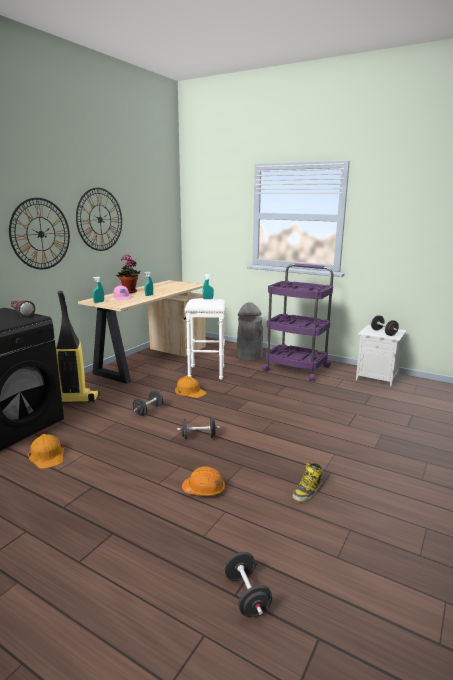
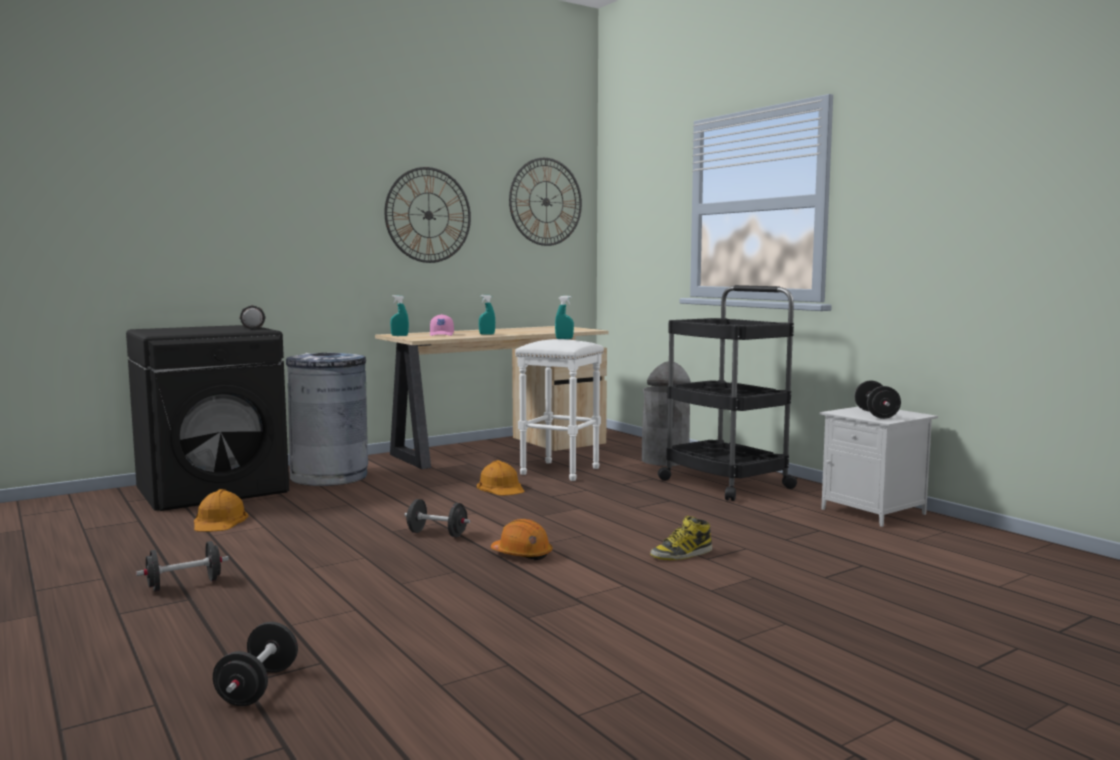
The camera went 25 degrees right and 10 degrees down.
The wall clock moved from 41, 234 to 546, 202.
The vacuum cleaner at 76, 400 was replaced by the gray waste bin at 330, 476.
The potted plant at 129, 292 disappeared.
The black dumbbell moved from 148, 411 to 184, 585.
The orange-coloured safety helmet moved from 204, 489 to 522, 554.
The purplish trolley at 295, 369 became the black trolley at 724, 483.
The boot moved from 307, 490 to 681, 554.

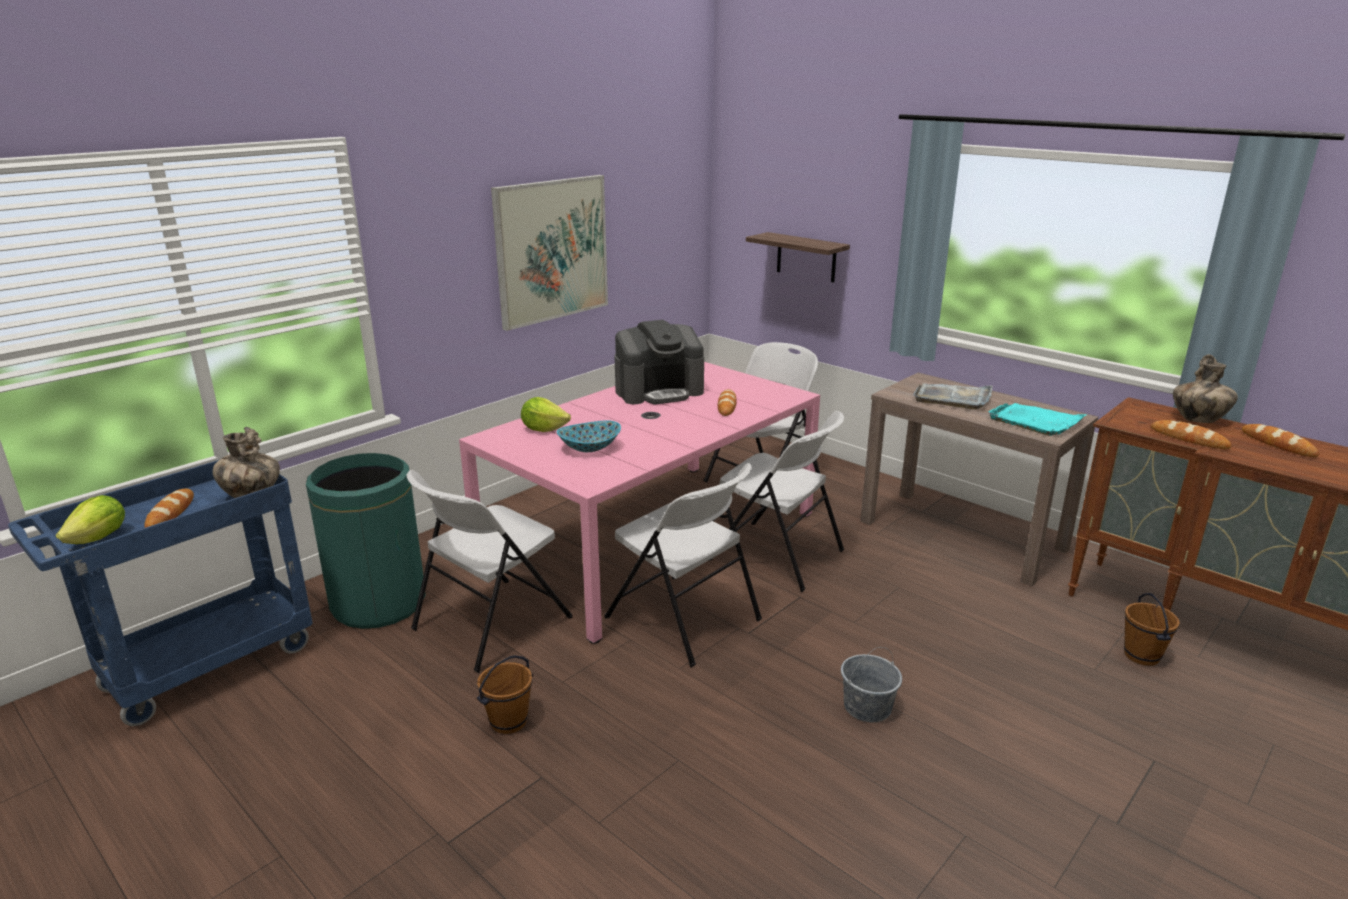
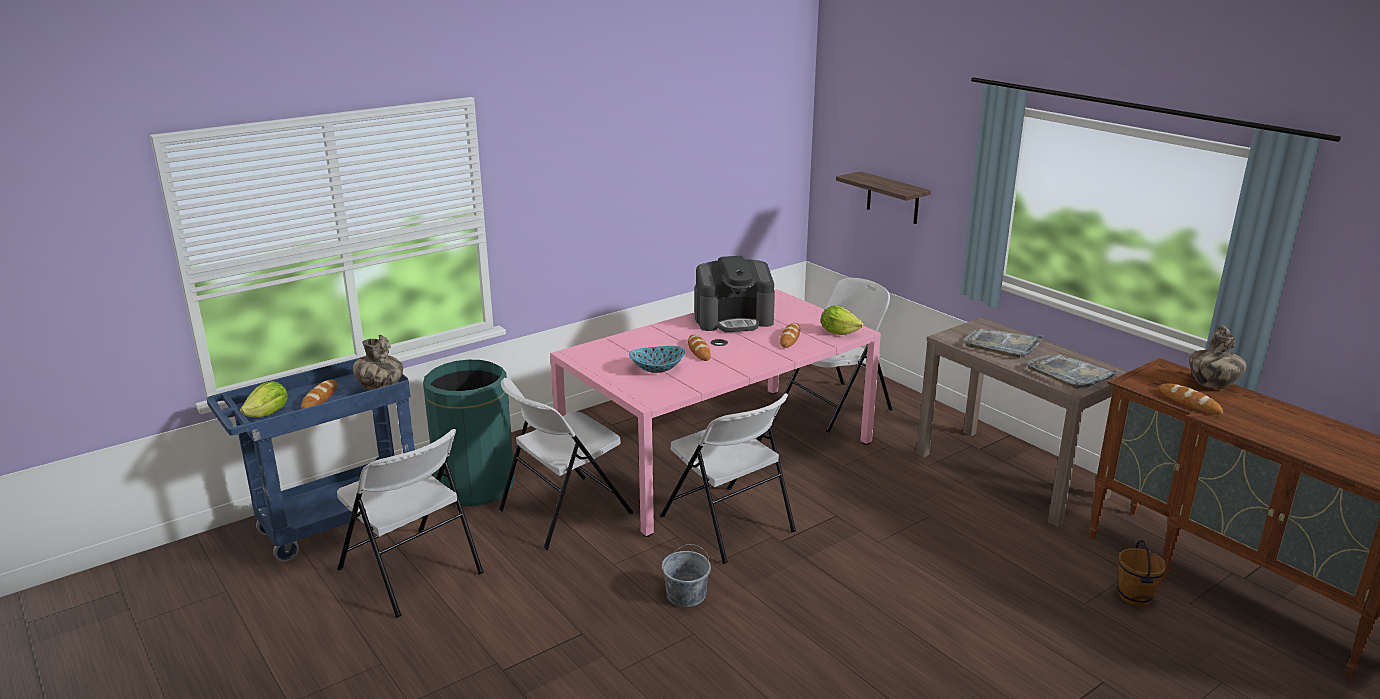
The camera went 10 degrees right and 0 degrees up.
The brownish pail at 508, 721 disappeared.
The picture at 551, 250 disappeared.
The lettuce moved from 544, 429 to 838, 332.
The white plain chair moved from 776, 555 to 410, 571.
The gray pail moved from 867, 707 to 686, 595.
The blue-green carrying tray at 1035, 421 became the gray carrying tray at 1070, 373.
The bread moved from 1278, 444 to 699, 350.

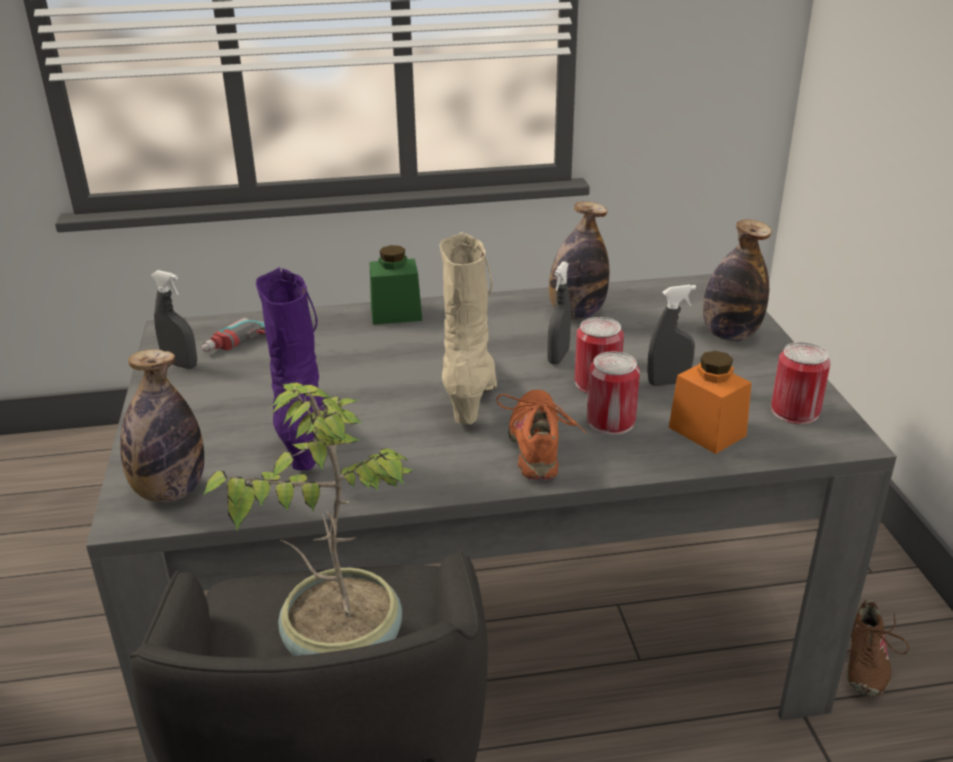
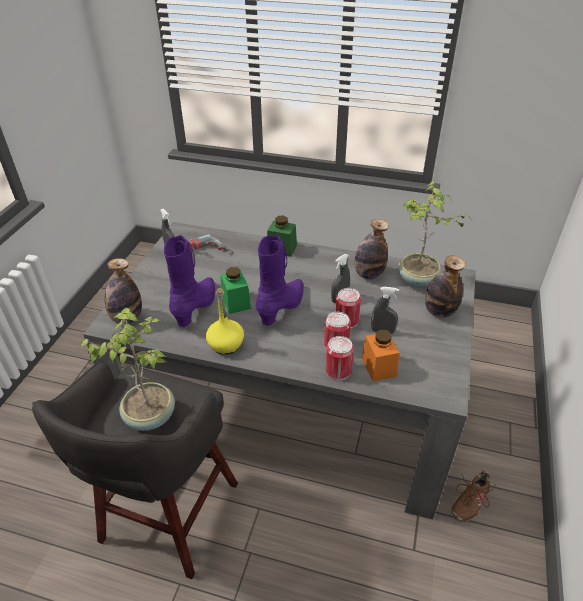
The camera went 25 degrees right and 10 degrees up.
The sand-coloured boot at 471, 394 became the purplish boot at 283, 307.
The orange-coloured shoe at 538, 445 disappeared.
The metal can moved from 795, 411 to 338, 370.
The yellow drink bottle at 226, 344 appeared.
The green-coloured storage jar at 236, 302 appeared.
The potted plant at 418, 281 appeared.

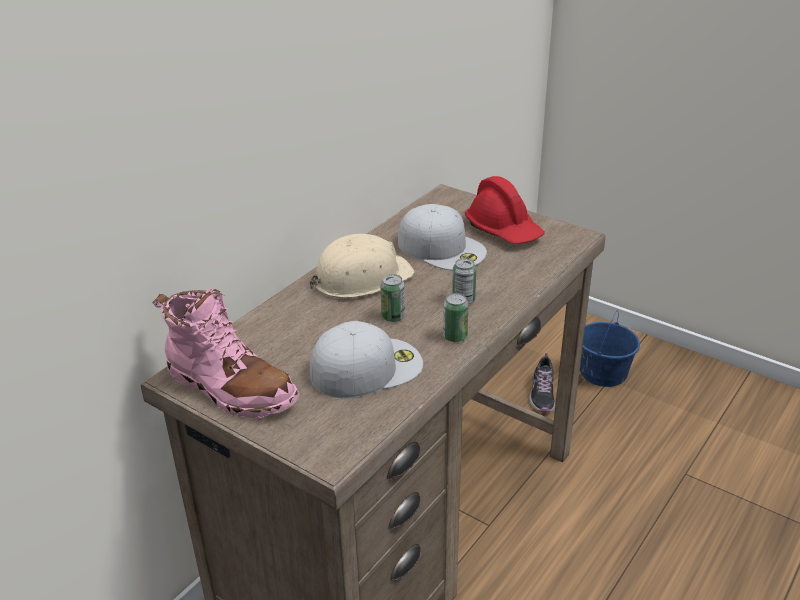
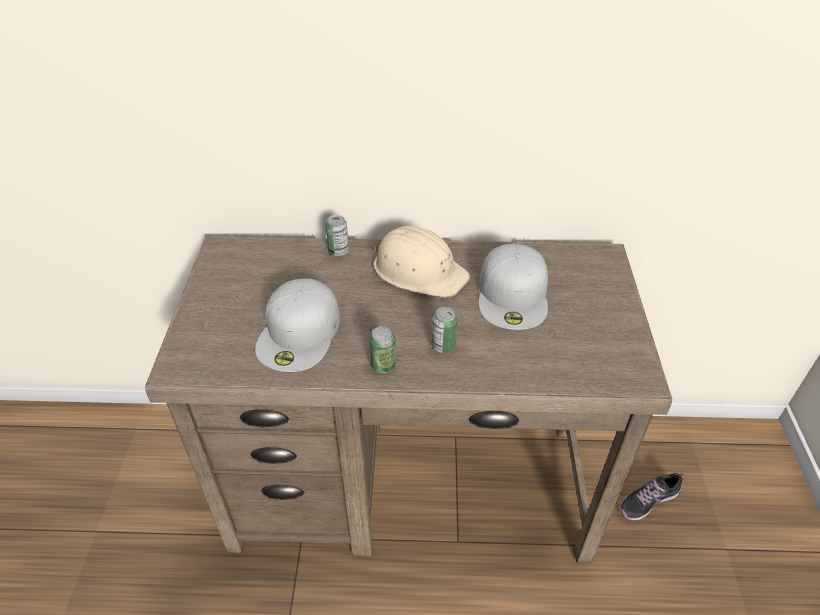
The camera went 55 degrees right and 10 degrees up.
The pink-coloured boot at 230, 388 disappeared.
The white cap at 367, 367 turned 75 degrees clockwise.
The metal can moved from 393, 317 to 338, 251.
The red-coloured safety helmet at 504, 230 disappeared.
The bluish pail at 603, 372 disappeared.

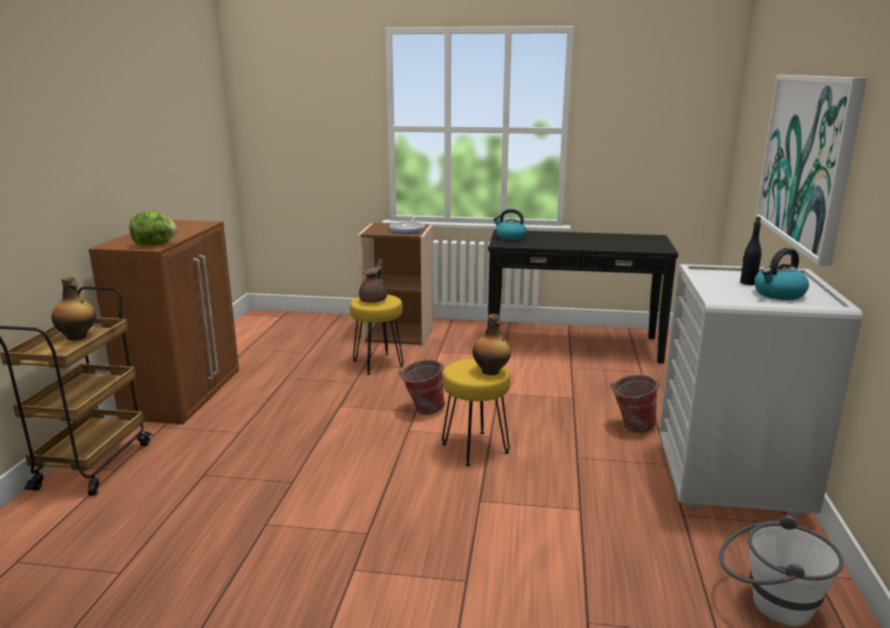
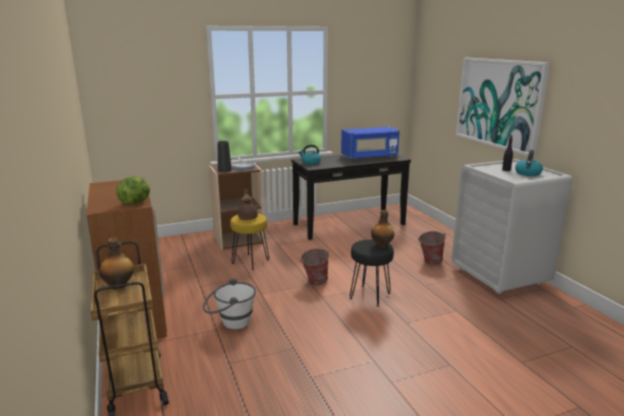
The camera went 30 degrees left and 0 degrees up.
The yellow stool at 475, 448 became the black stool at 370, 295.
The white pail moved from 769, 603 to 230, 322.
The black vase at 224, 170 appeared.
The bluish microwave at 370, 156 appeared.

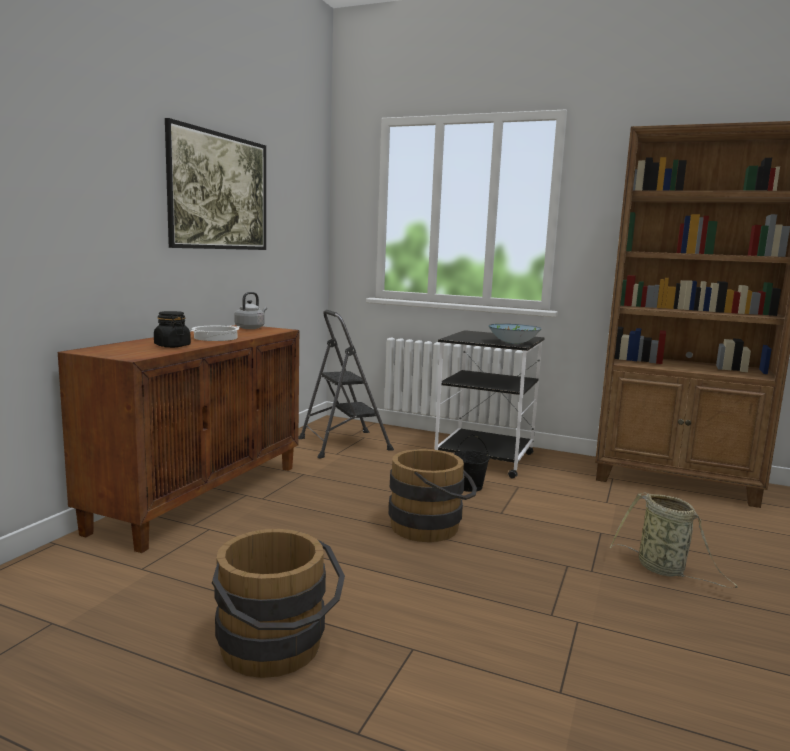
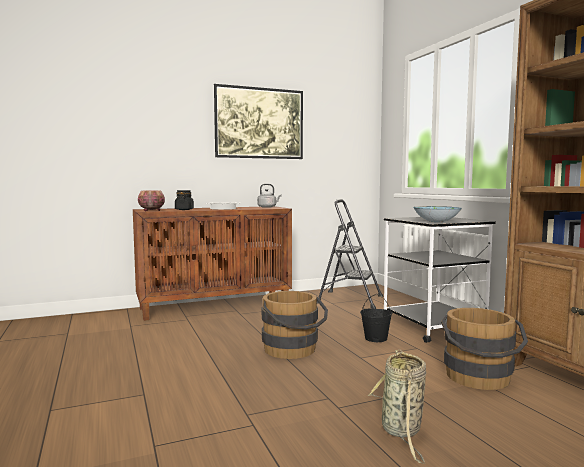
The camera went 45 degrees right and 5 degrees down.
The brownish pail moved from 276, 651 to 479, 379.
The serving bowl at 151, 210 appeared.

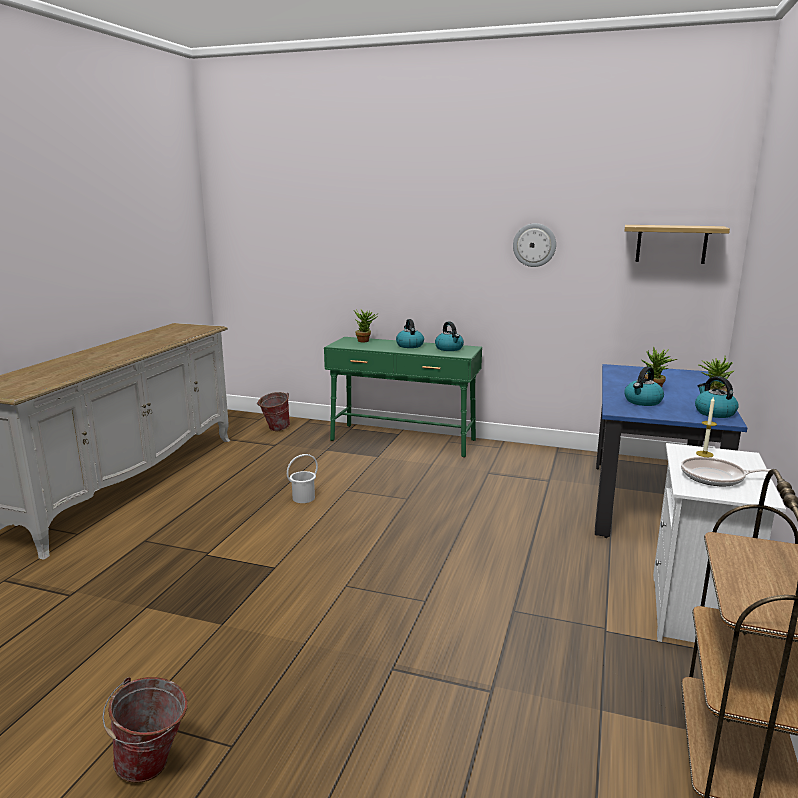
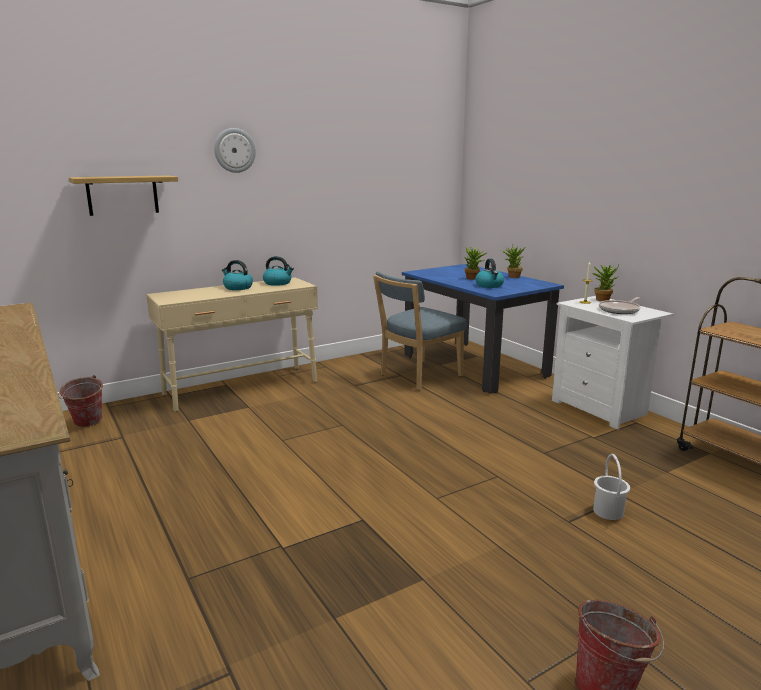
The camera went 50 degrees left and 0 degrees up.
The white pail moved from 304, 498 to 608, 511.
The green-coloured narrow table at 402, 441 became the sand-coloured narrow table at 242, 388.
The potted plant moved from 365, 341 to 602, 299.
The wall clock moved from 534, 245 to 234, 150.
The bracket shelf moved from 671, 244 to 122, 195.
The tea kettle at 714, 412 disappeared.
The bluish plain chair at 417, 376 appeared.

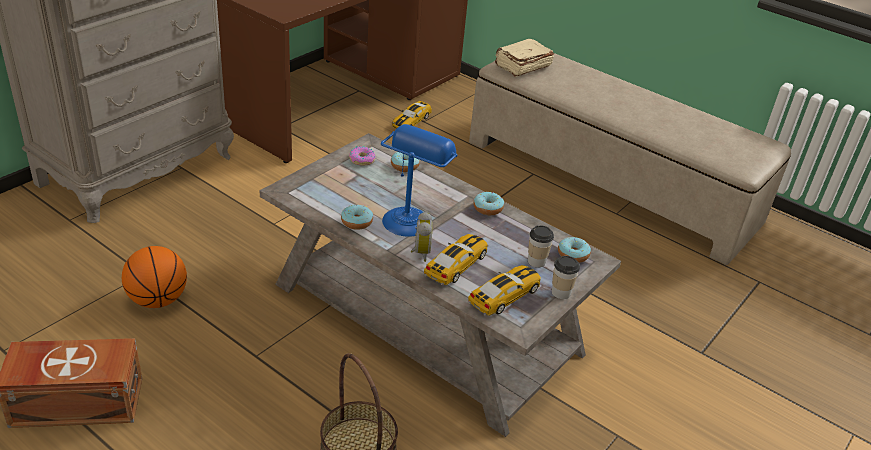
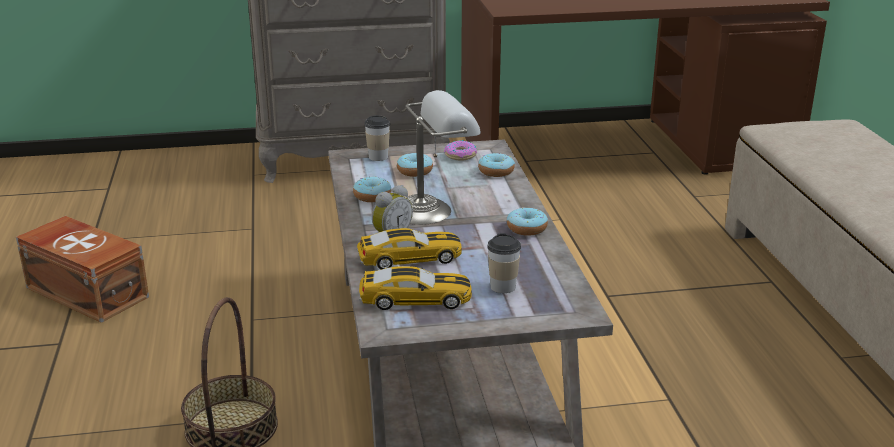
The camera went 45 degrees right and 10 degrees down.
The basketball at 158, 300 disappeared.
The bluish tabletop lamp at 410, 216 became the white tabletop lamp at 433, 208.
The miniature car at 411, 121 disappeared.
The sand-coloured bound book at 522, 66 disappeared.
The drinking cup moved from 561, 292 to 378, 157.
The doughnut moved from 573, 255 to 415, 171.

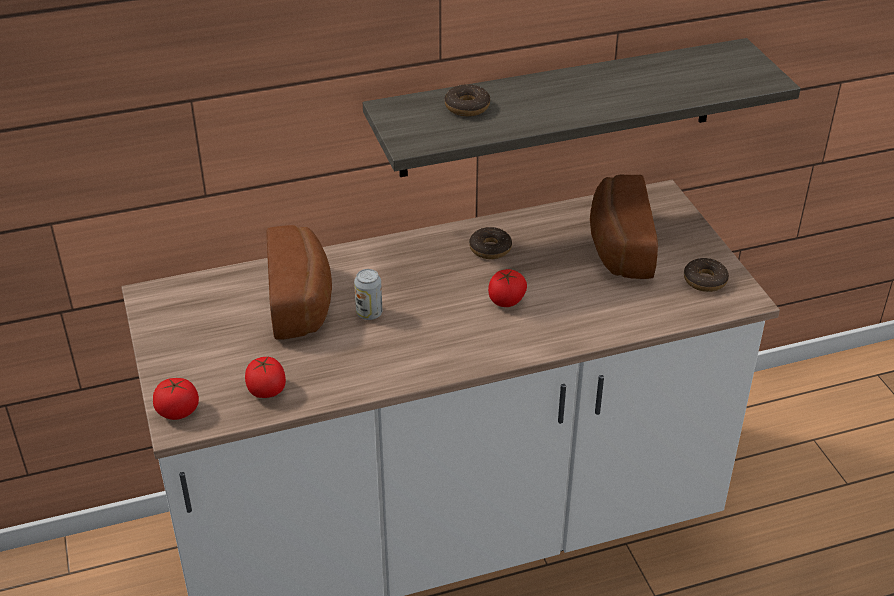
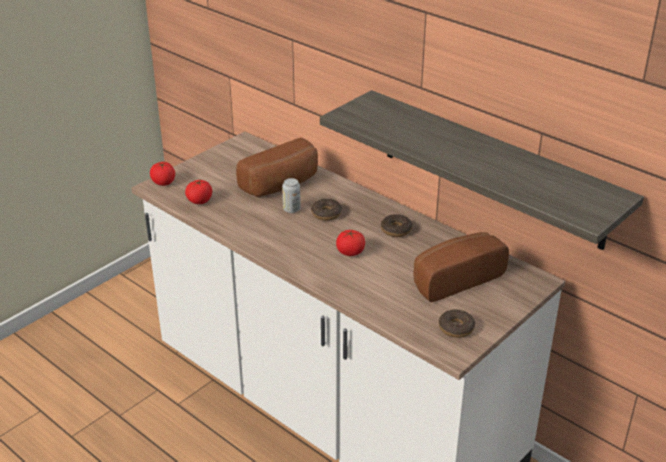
The camera went 60 degrees right and 5 degrees down.
The doughnut moved from 467, 107 to 326, 214.

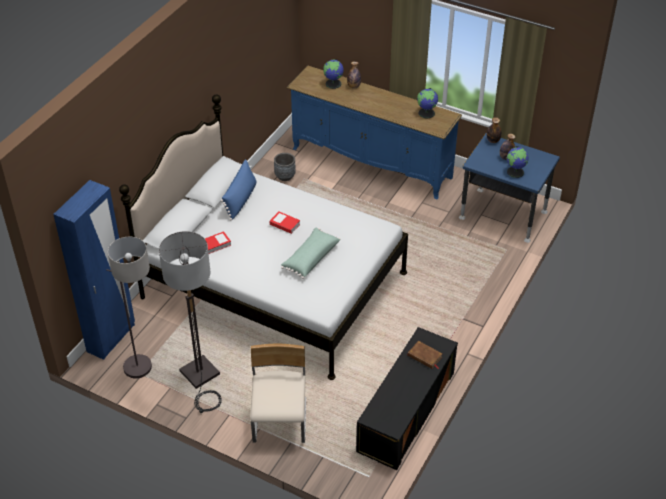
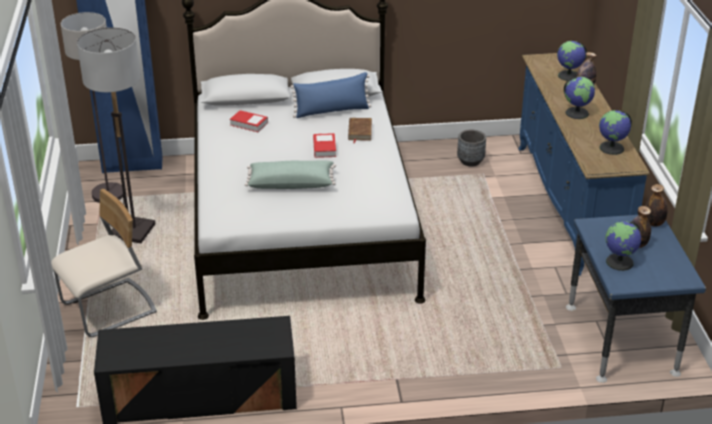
The camera went 55 degrees right and 10 degrees down.
The brownish bound book moved from 424, 356 to 359, 131.
The desk globe at 577, 113 appeared.

